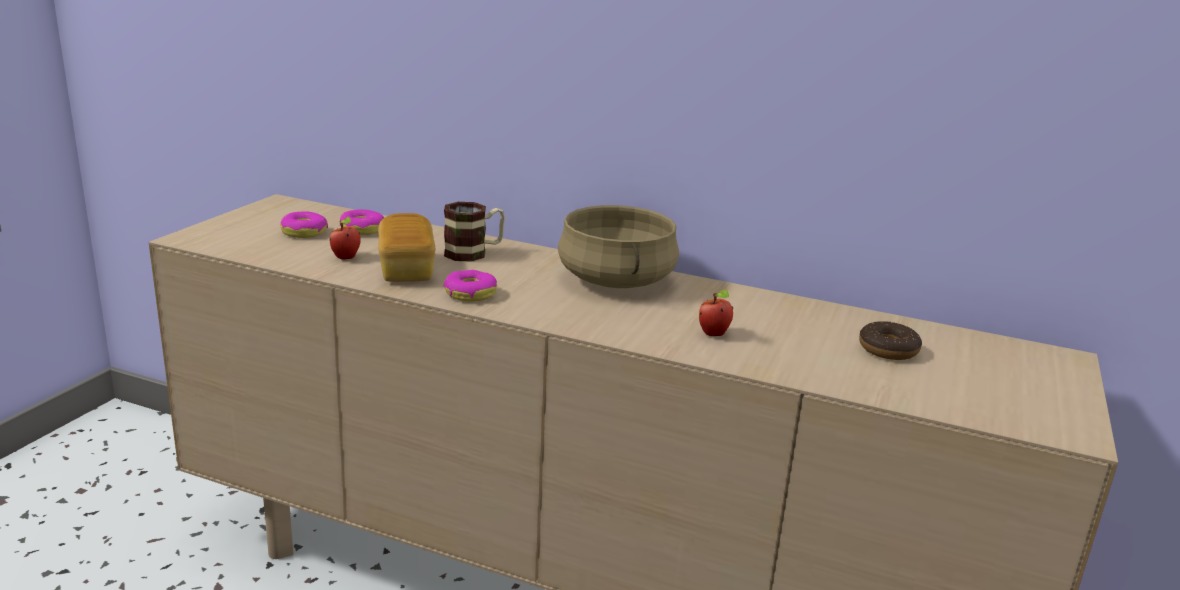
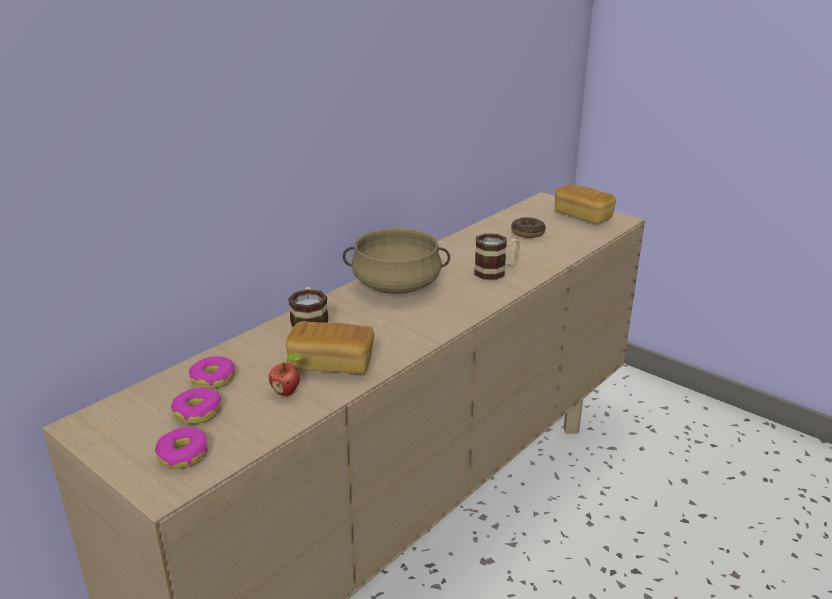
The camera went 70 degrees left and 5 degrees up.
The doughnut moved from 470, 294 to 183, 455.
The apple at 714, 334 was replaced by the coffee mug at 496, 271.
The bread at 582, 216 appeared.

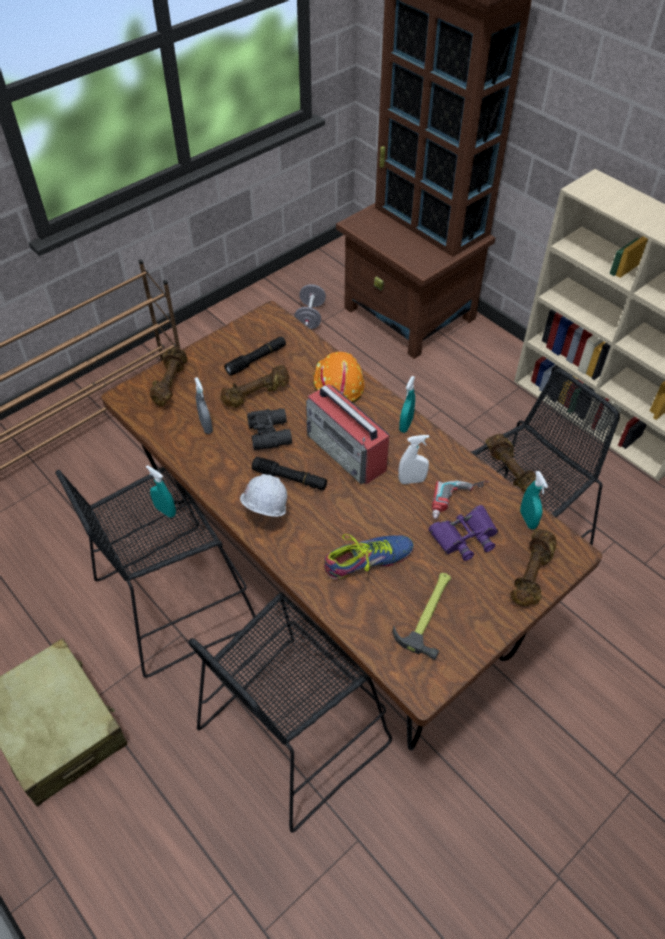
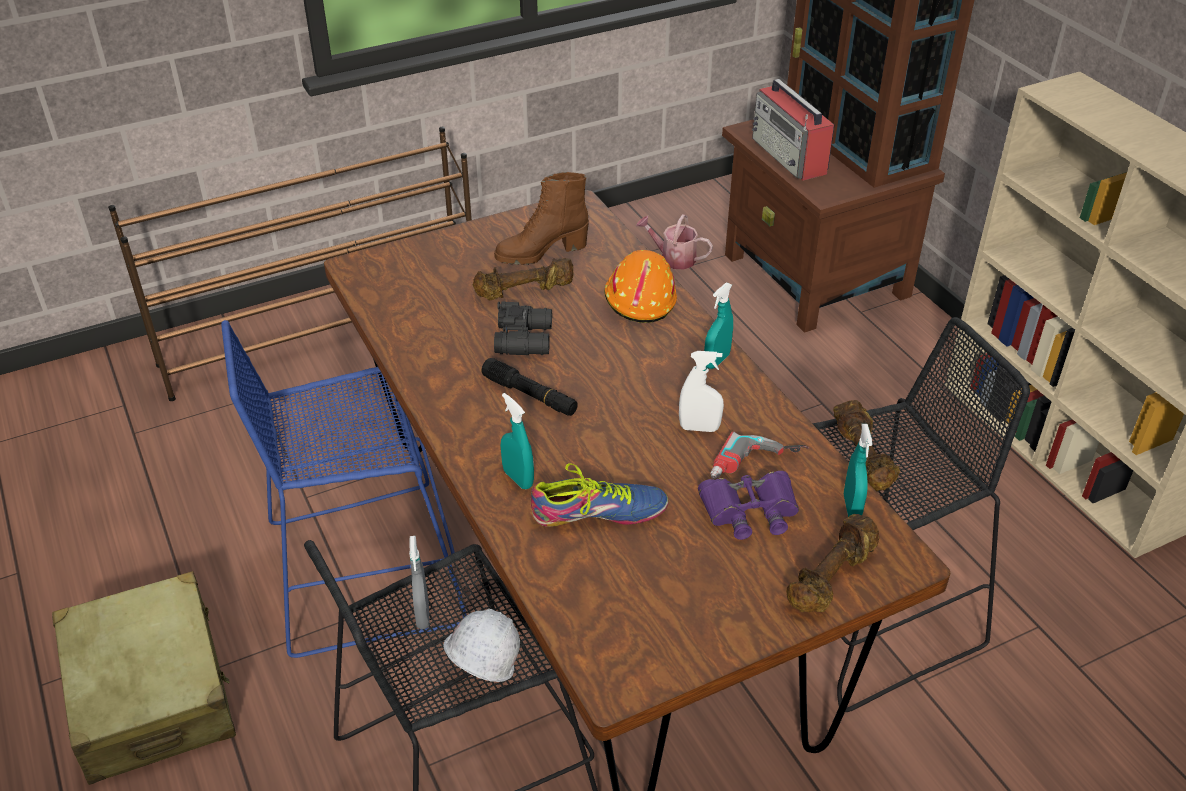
The camera went 15 degrees right and 10 degrees down.
The black stool at 176, 598 became the bluish stool at 367, 568.
The blue-green sprayer moved from 165, 511 to 518, 478.
The brownish dumbbell at 169, 384 disappeared.
The gray sprayer moved from 206, 426 to 422, 615.
The black torch at 256, 360 was replaced by the brownish boot at 541, 253.
The white safety helmet moved from 264, 515 to 482, 675.
The gray dumbbell at 310, 317 was replaced by the watering can at 673, 258.
The radio set moved from 347, 452 to 789, 156.
The hand hammer at 428, 613 disappeared.

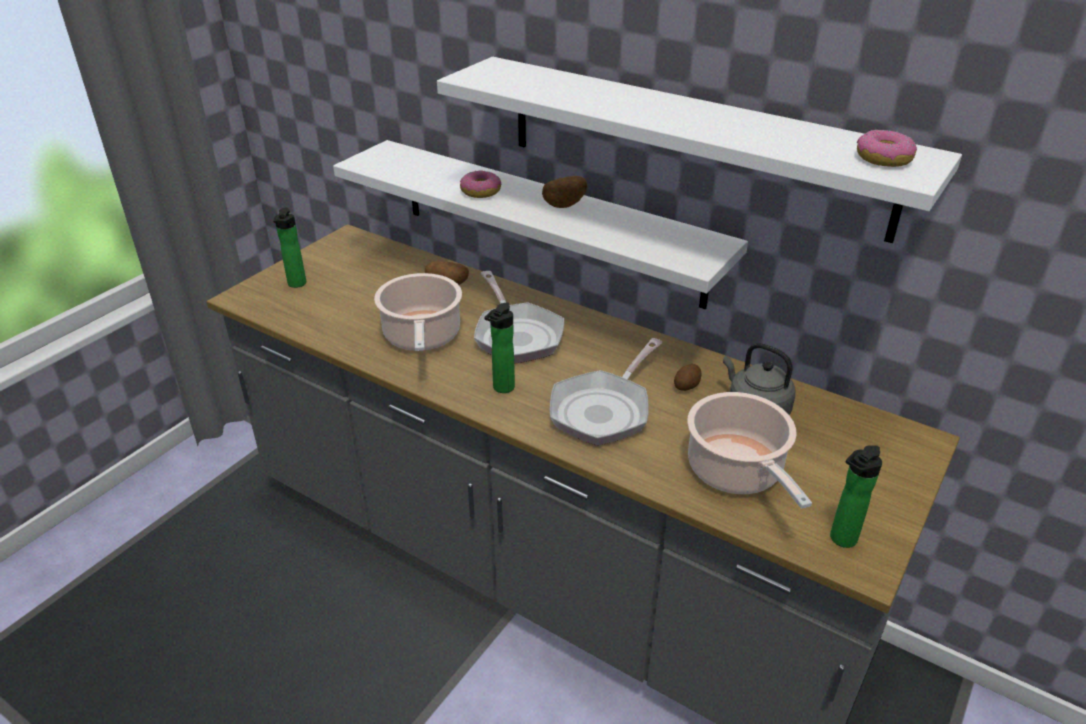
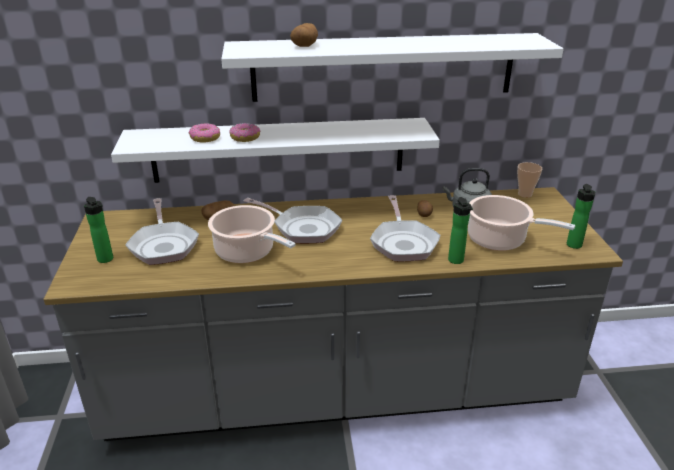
The camera went 40 degrees left and 5 degrees down.
The drink bottle moved from 501, 389 to 456, 261.
The spud moved from 565, 205 to 305, 46.
The doughnut moved from 883, 158 to 205, 138.
The pan at 163, 245 appeared.
The drinking cup at 525, 194 appeared.

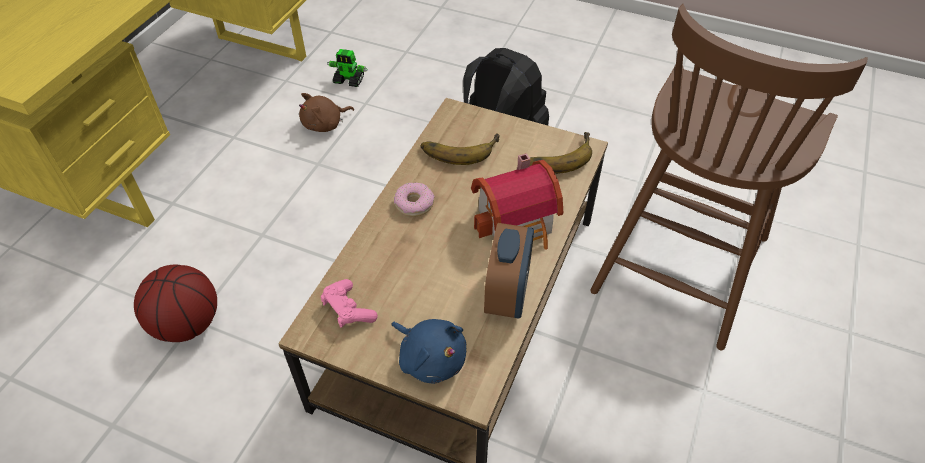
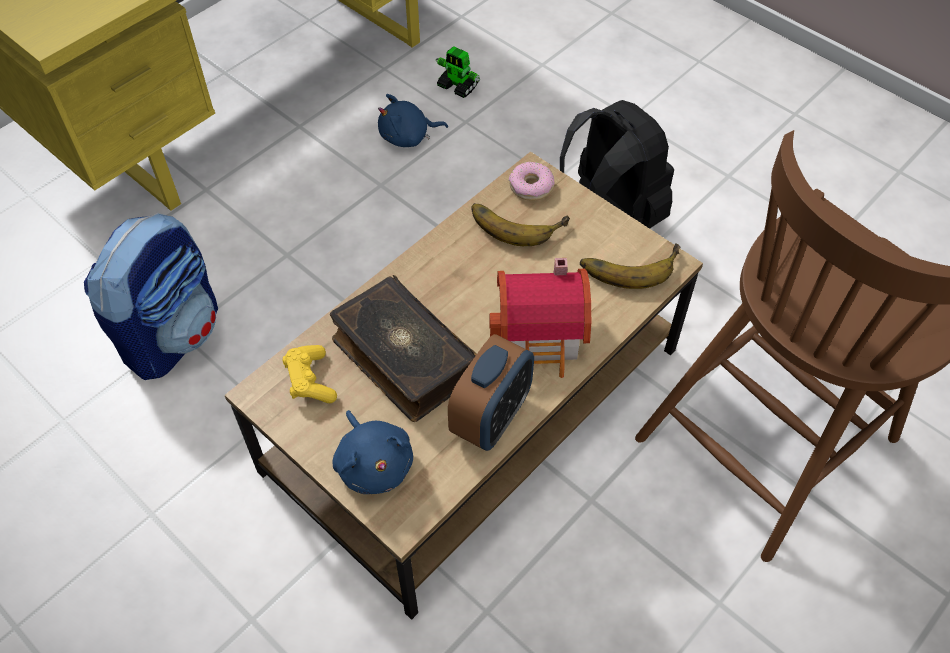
The camera went 20 degrees right and 5 degrees up.
The basketball at 187, 323 was replaced by the backpack at 173, 334.
The brownish cuddly toy at 325, 124 became the bluish cuddly toy at 408, 137.
The pink-coloured game controller at 348, 310 became the yellow game controller at 310, 381.
The doughnut moved from 414, 204 to 531, 186.
The bound book at 403, 357 appeared.

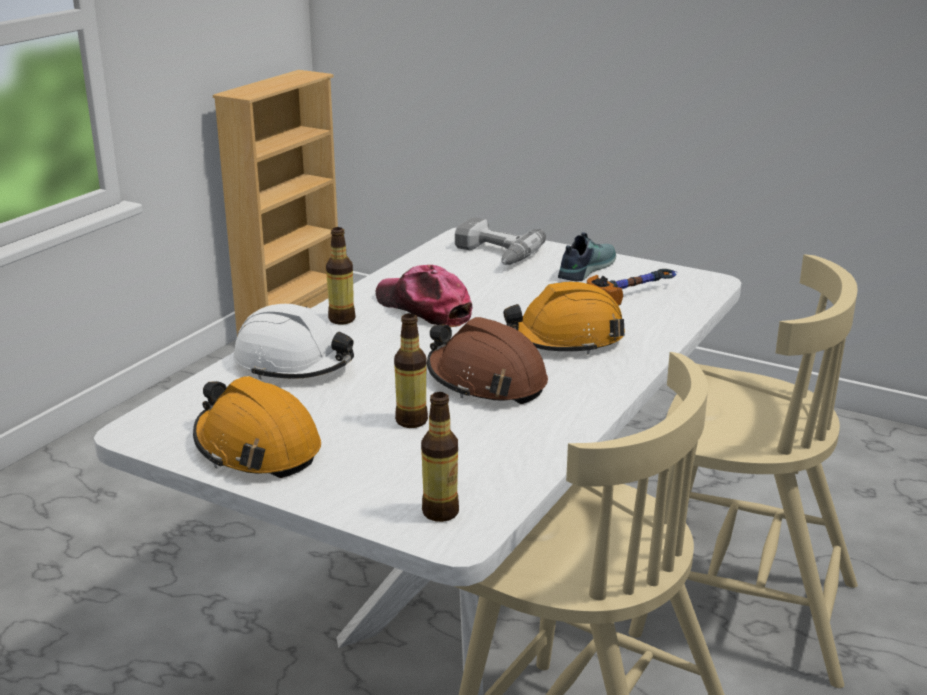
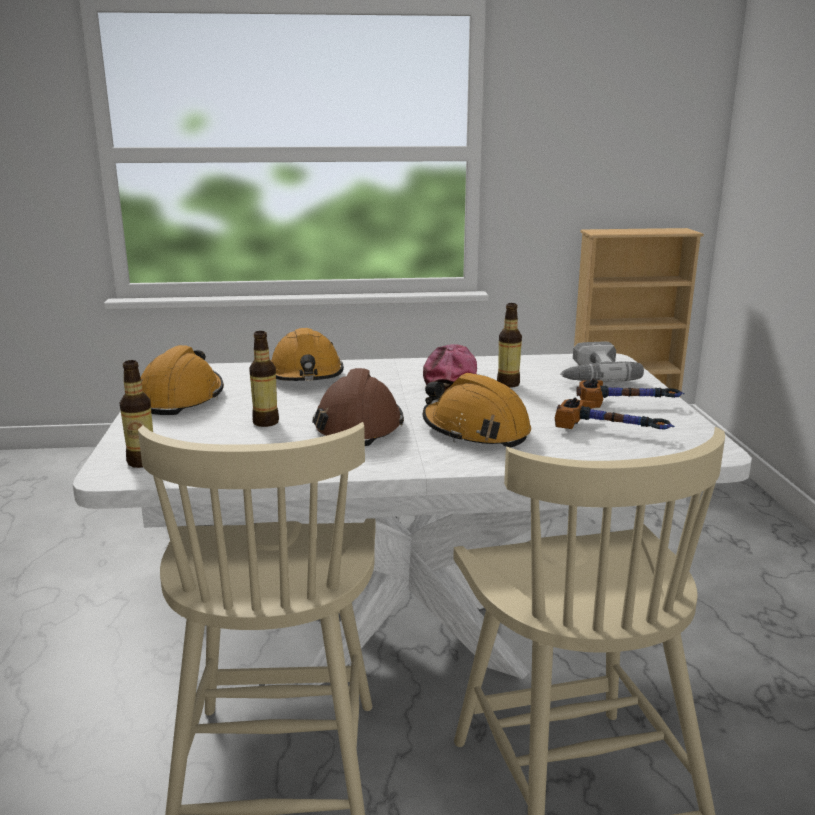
The camera went 55 degrees right and 5 degrees down.
The white safety helmet at 293, 364 became the orange-coloured safety helmet at 306, 376.
The drink bottle moved from 341, 319 to 508, 384.
The shoe at 584, 269 was replaced by the hand hammer at 629, 404.

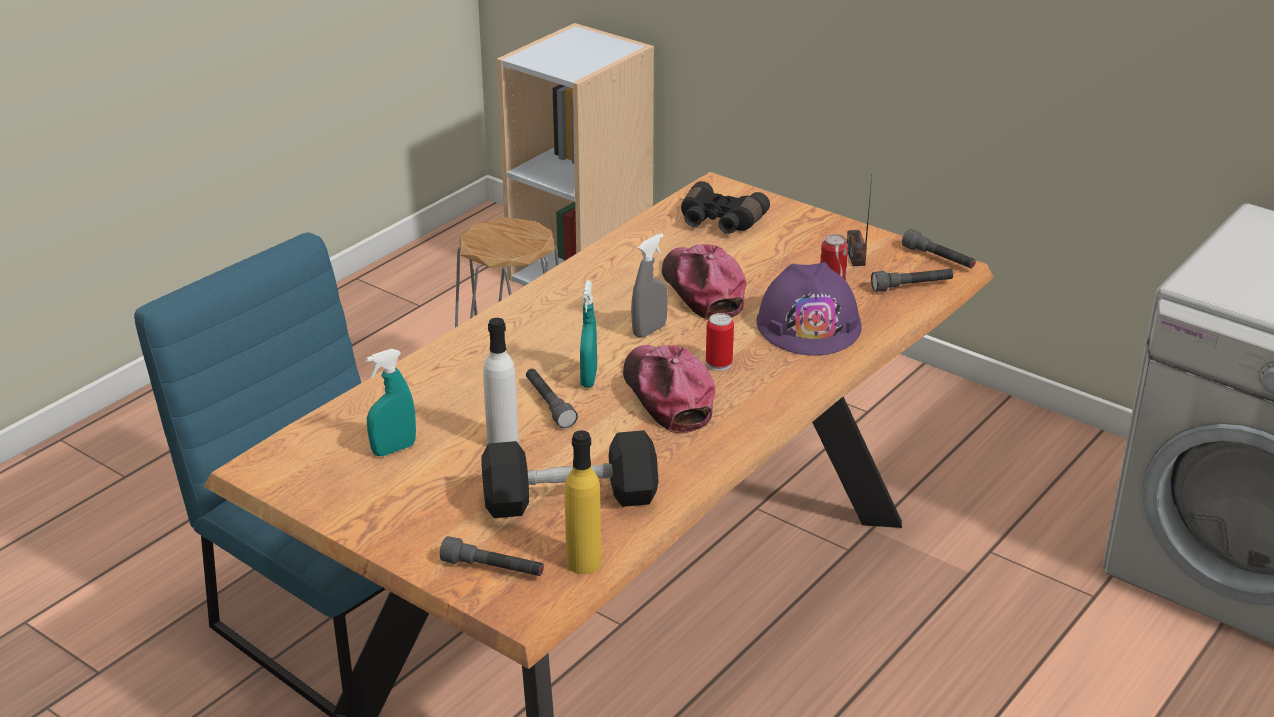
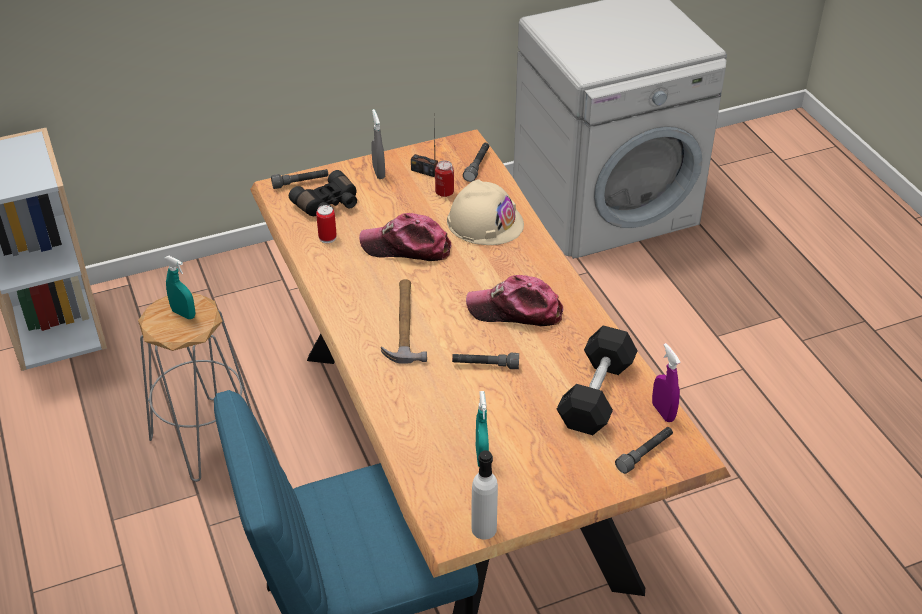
The camera went 60 degrees left and 10 degrees up.
The white drink bottle moved from 502, 442 to 484, 529.
The yellow drink bottle at 583, 562 was replaced by the purplish sprayer at 663, 412.
The blue-green sprayer moved from 589, 378 to 183, 314.
The gray sprayer moved from 649, 330 to 379, 172.
The metal can moved from 719, 364 to 327, 237.
The purplish safety helmet at 809, 325 became the sand-coloured safety helmet at 485, 222.
The gray torch moved from 938, 259 to 300, 183.
The hand hammer at 404, 323 appeared.

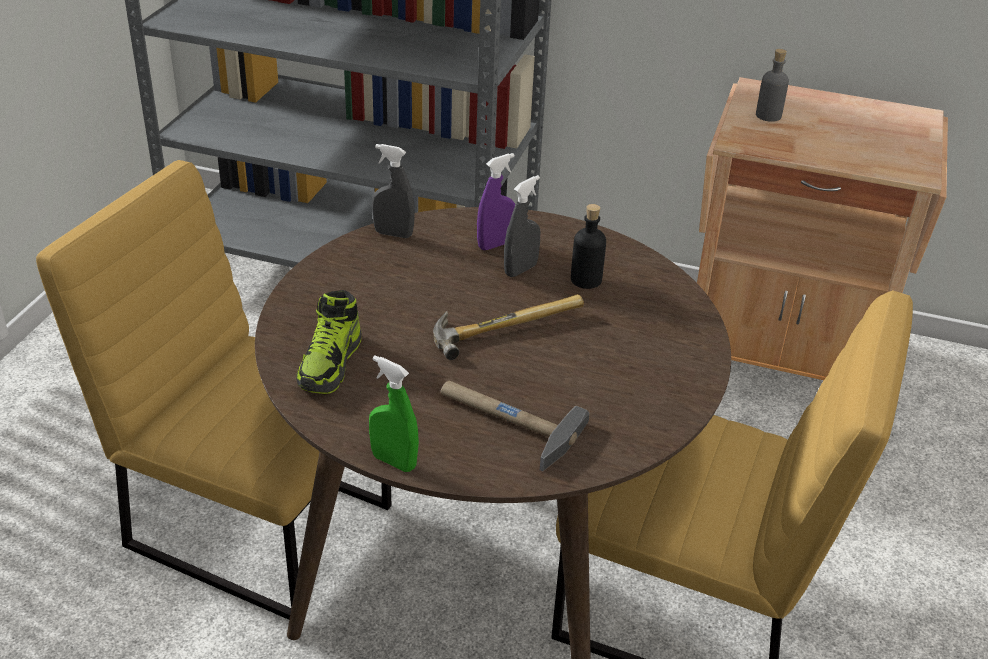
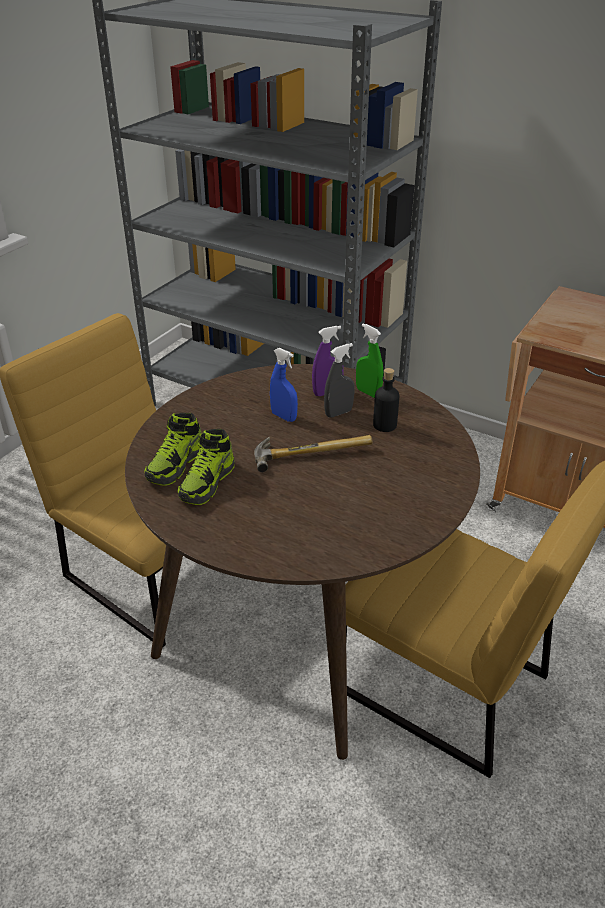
The camera went 15 degrees right and 0 degrees up.
The green-coloured sprayer moved from 394, 461 to 368, 393.
The gray sprayer at 393, 234 disappeared.
The hand hammer at 505, 421 disappeared.
The gray drink bottle at 768, 115 disappeared.
The shoe at 207, 483 appeared.
The bluish sprayer at 284, 417 appeared.

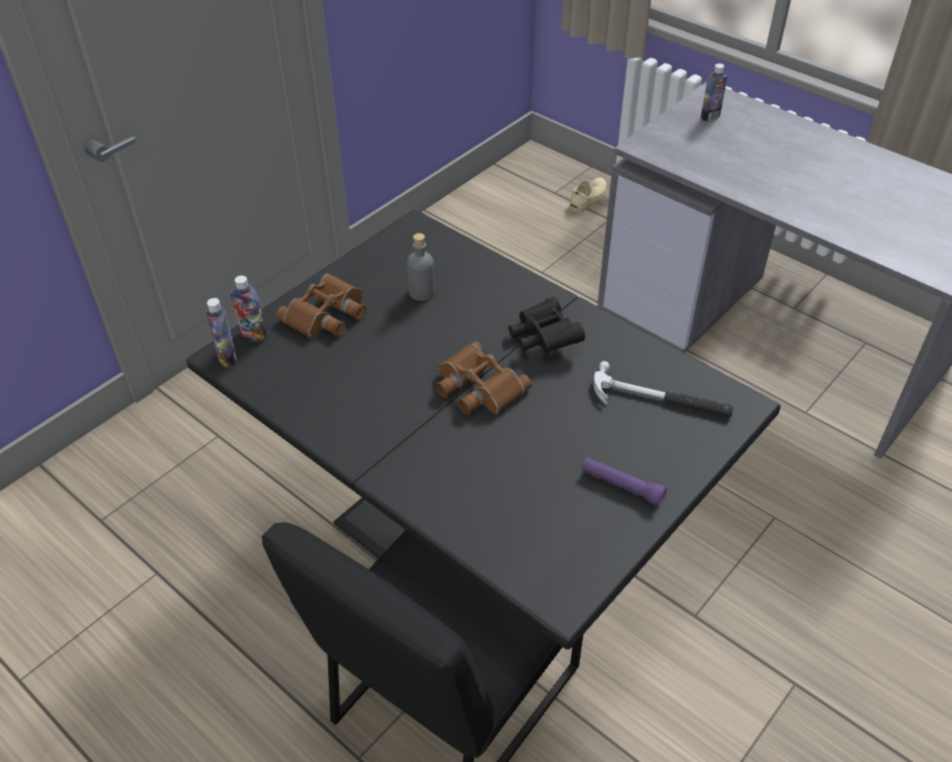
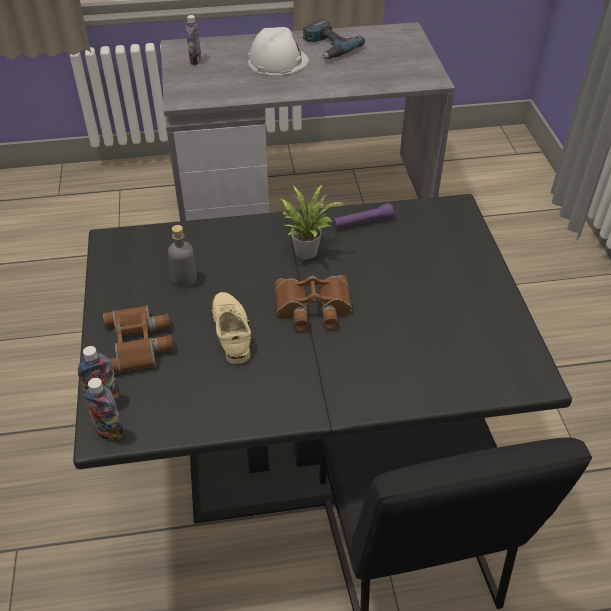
The camera went 50 degrees left and 0 degrees up.
The black field glasses at 543, 338 was replaced by the potted plant at 305, 250.
The sand-coloured shoe moved from 588, 198 to 231, 331.
The purplish torch moved from 622, 486 to 362, 222.
The hand hammer at 660, 399 disappeared.
The white safety helmet at 277, 61 appeared.
The power drill at 327, 47 appeared.

